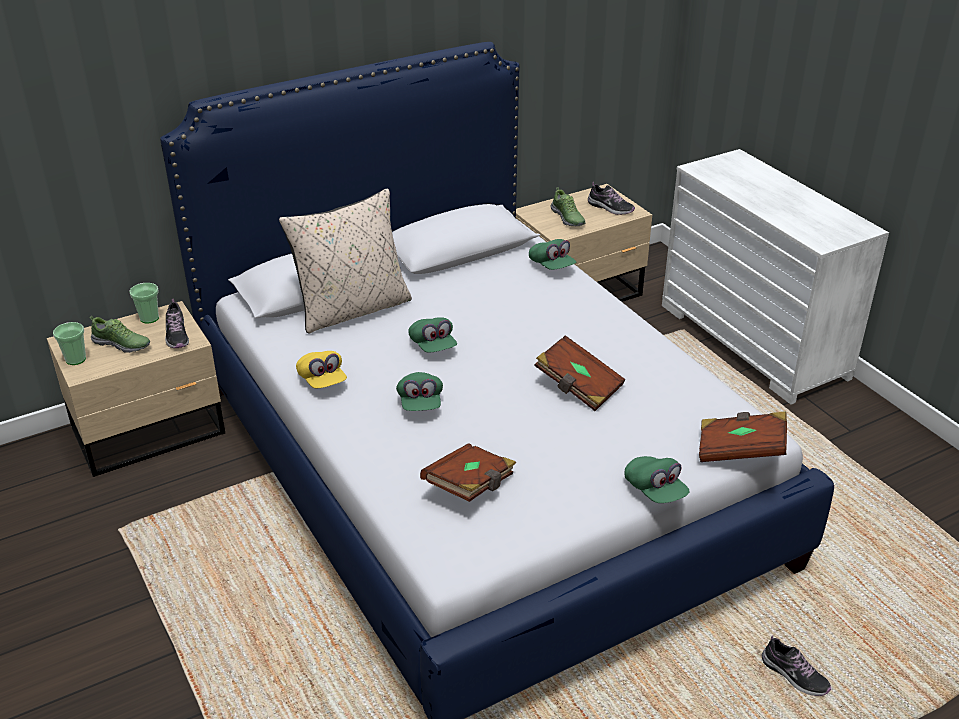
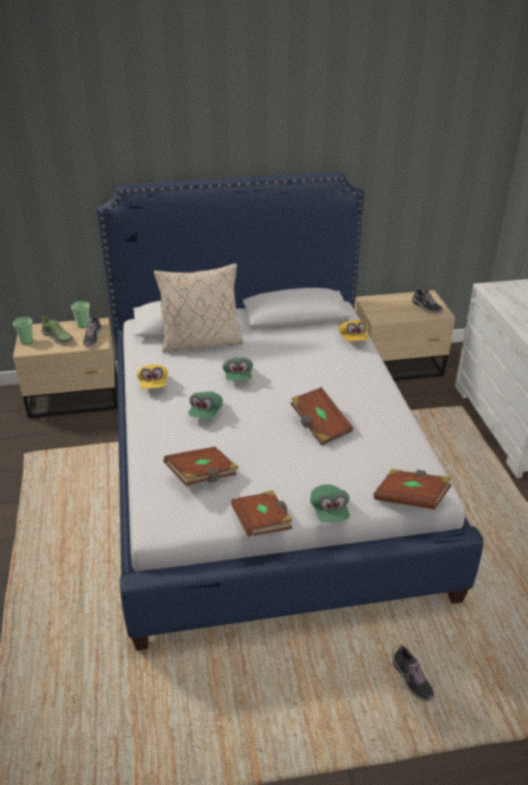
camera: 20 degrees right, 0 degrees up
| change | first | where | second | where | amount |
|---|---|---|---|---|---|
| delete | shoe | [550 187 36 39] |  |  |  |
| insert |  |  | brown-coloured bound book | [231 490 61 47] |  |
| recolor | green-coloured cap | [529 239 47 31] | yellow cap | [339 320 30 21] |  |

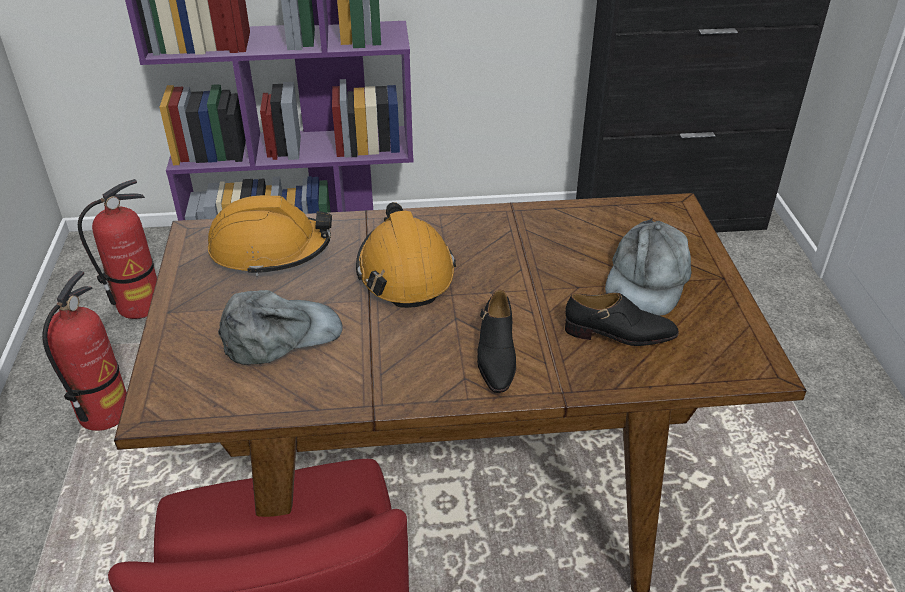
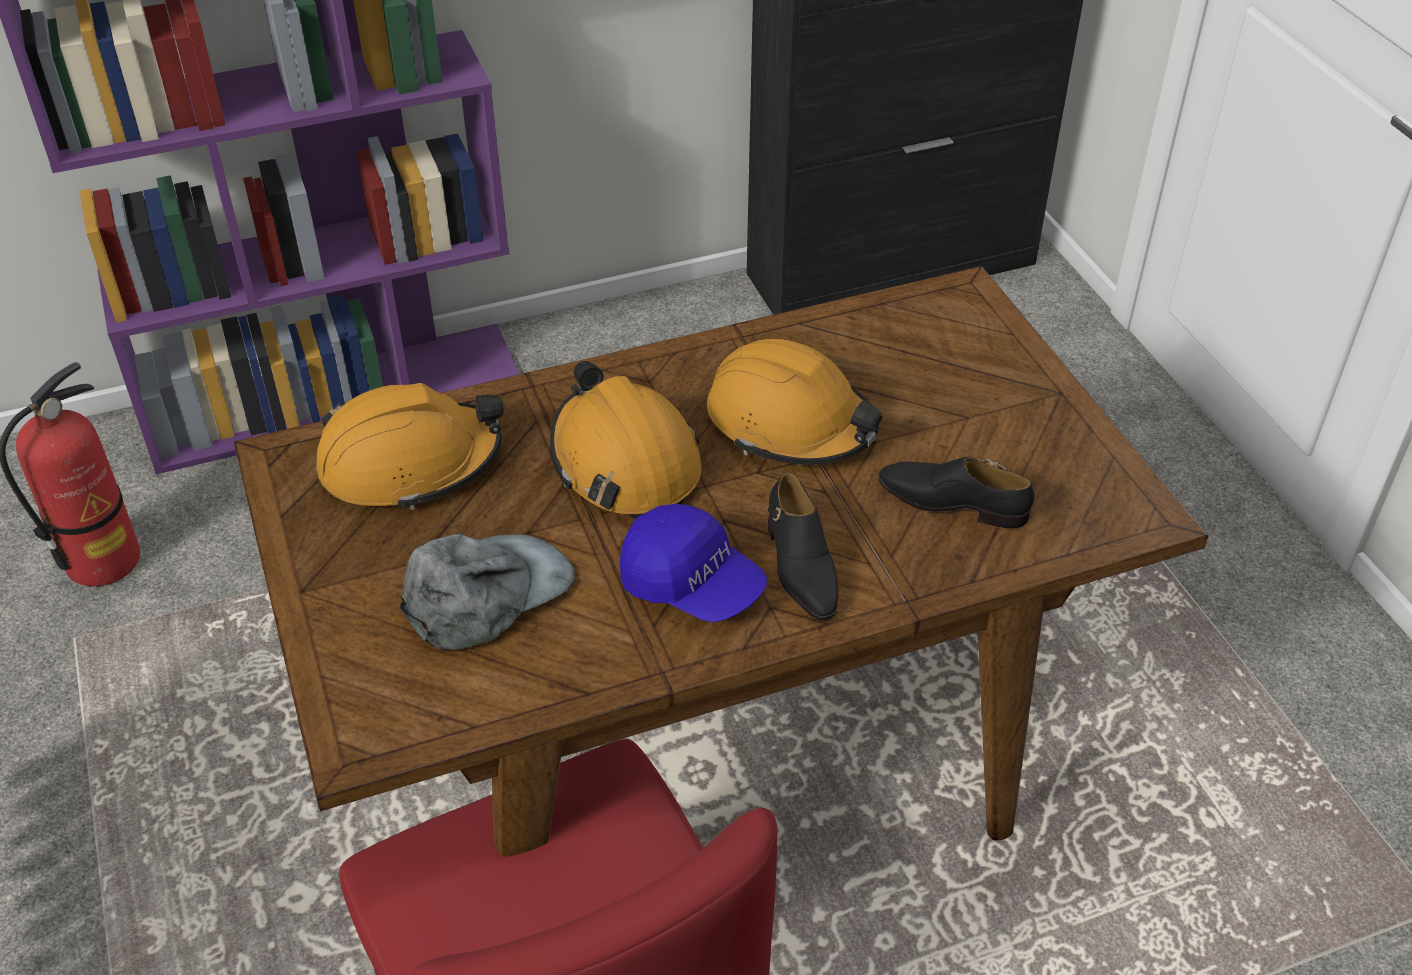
camera: 15 degrees left, 5 degrees up
| change | first | where | second | where | amount |
|---|---|---|---|---|---|
| delete | fire-fighting cylinder | [42 271 85 160] |  |  |  |
| delete | greyish cap | [605 218 86 98] |  |  |  |
| insert |  |  | blue cap | [620 503 147 120] |  |
| insert |  |  | orange-coloured safety helmet | [707 339 175 126] |  |
| rotate | black shoe | [565 293 114 53] |  | [878 457 157 71] | 150 degrees counterclockwise |

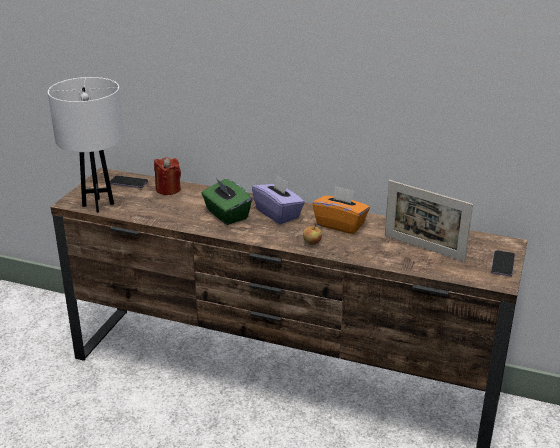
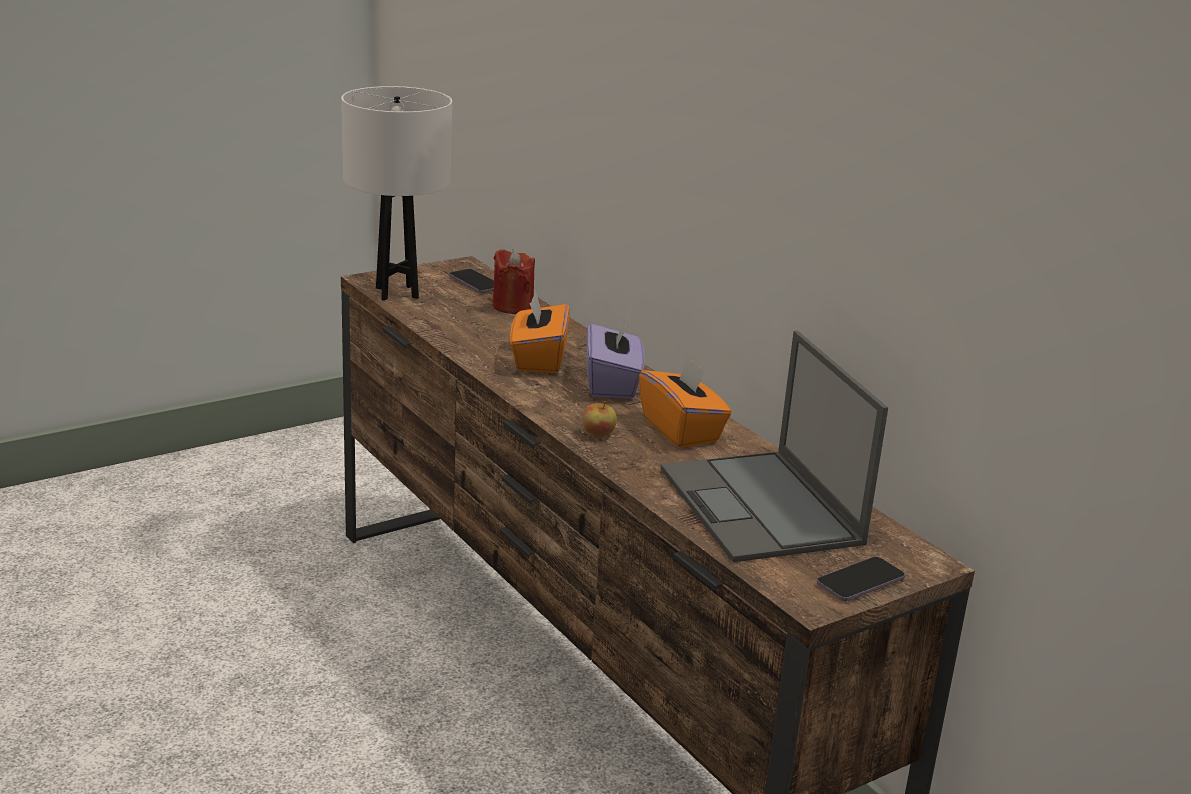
camera: 35 degrees right, 5 degrees down
| change | first | where | second | where | amount |
|---|---|---|---|---|---|
| replace | photo frame | [385 180 88 82] | laptop | [661 331 227 231] |  |
| recolor | green-coloured tissue holder | [201 178 51 47] | orange-coloured tissue holder | [510 290 60 83] |  |

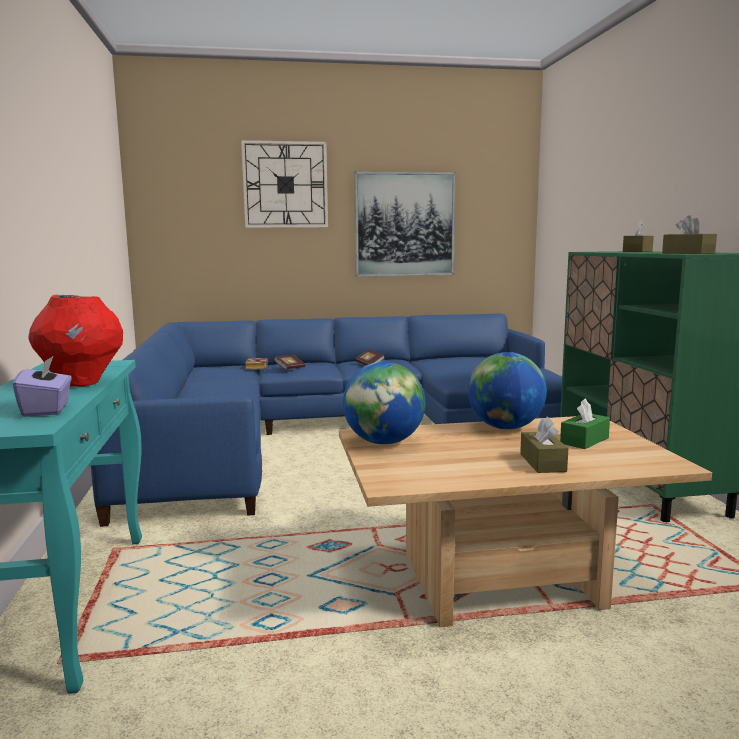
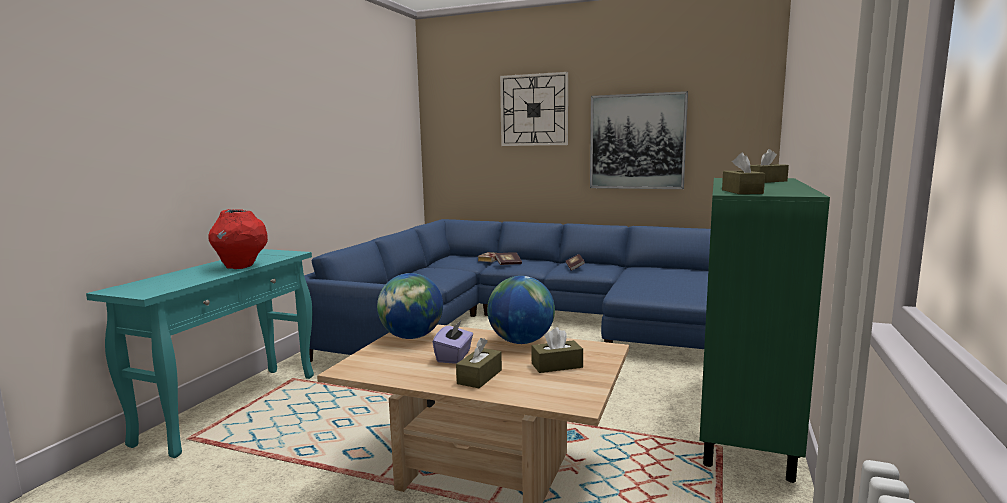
camera: 30 degrees right, 0 degrees up
| change | first | where | second | where | amount |
|---|---|---|---|---|---|
| move | purplish tissue holder | [13 356 59 61] |  | [432 321 41 43] |  |
| recolor | green-coloured tissue holder | [560 398 50 51] | brown-coloured tissue holder | [531 327 52 46] |  |

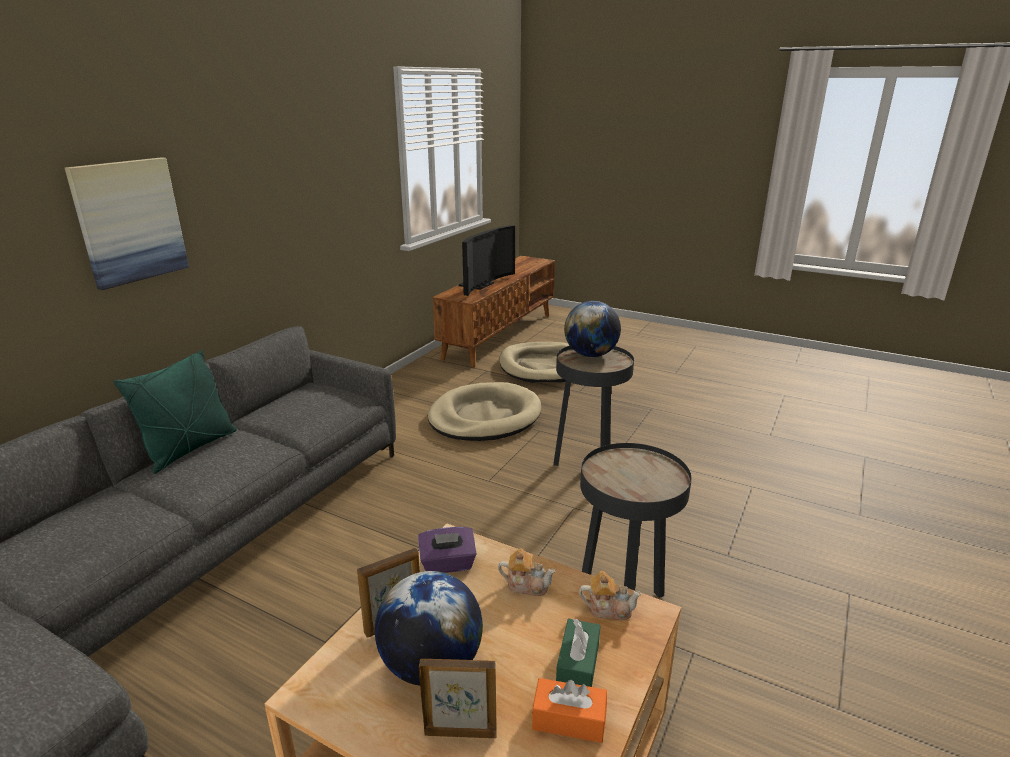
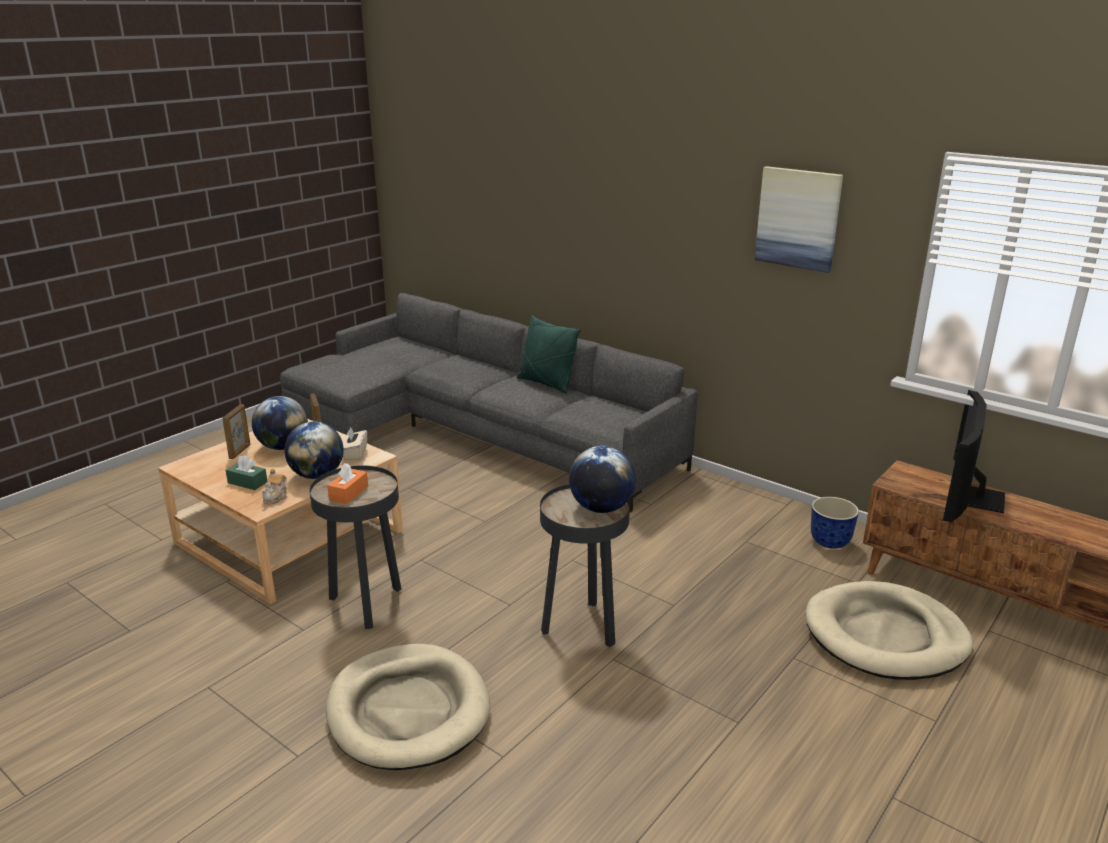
camera: 100 degrees right, 0 degrees up
| change | first | where | second | where | amount |
|---|---|---|---|---|---|
| insert |  |  | planter | [811 497 48 52] |  |
| move | wall picture | [65 157 124 133] |  | [755 166 88 107] |  |
| move | beige pet bed | [428 382 113 59] |  | [326 644 164 126] |  |
| move | orange-coloured tissue holder | [532 678 75 65] |  | [327 463 41 41] |  |
| replace | teapot | [498 548 58 48] | world globe | [284 422 60 57] |  |
| recolor | purplish tissue holder | [418 527 59 46] | beige tissue holder | [342 427 25 33] |  |
| rotate | TV set | [459 225 56 71] |  | [943 390 62 132] | 75 degrees clockwise |

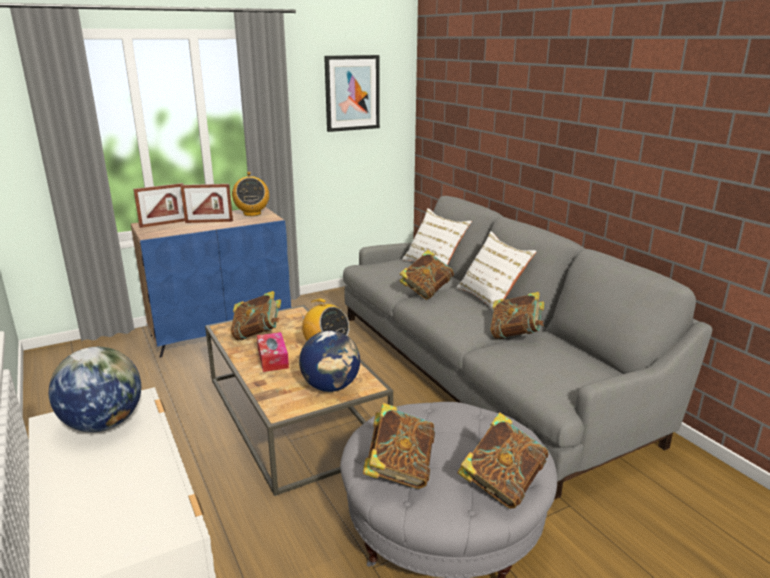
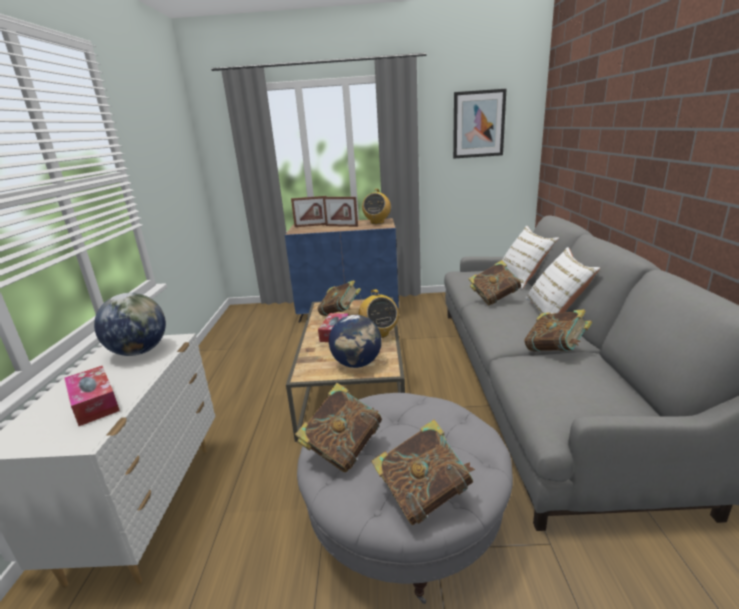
camera: 30 degrees right, 0 degrees up
| change | first | where | second | where | amount |
|---|---|---|---|---|---|
| insert |  |  | tissue holder | [64 366 56 60] |  |

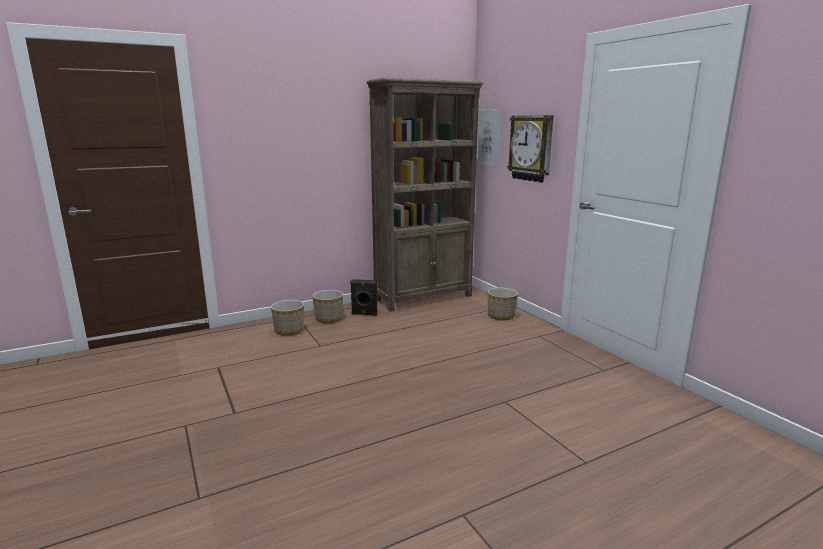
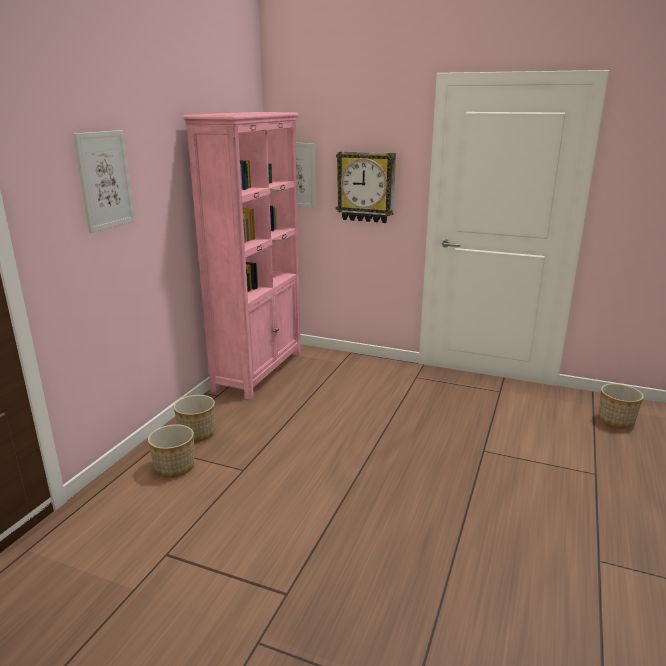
camera: 40 degrees left, 5 degrees up
| change | first | where | second | where | amount |
|---|---|---|---|---|---|
| delete | black loudspeaker | [350 279 27 37] |  |  |  |
| insert |  |  | wall picture | [73 130 62 103] |  |
| move | planter | [487 287 31 33] |  | [598 384 46 45] |  |
| recolor | brown-coloured bookcase | [366 78 118 234] | pinkish bookcase | [183 112 118 288] |  |

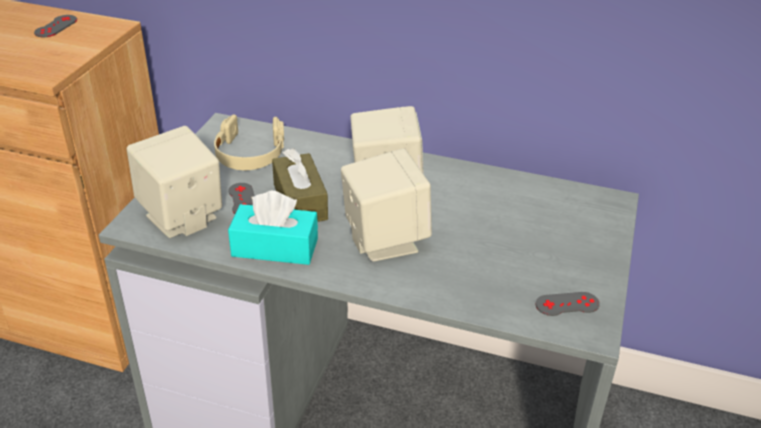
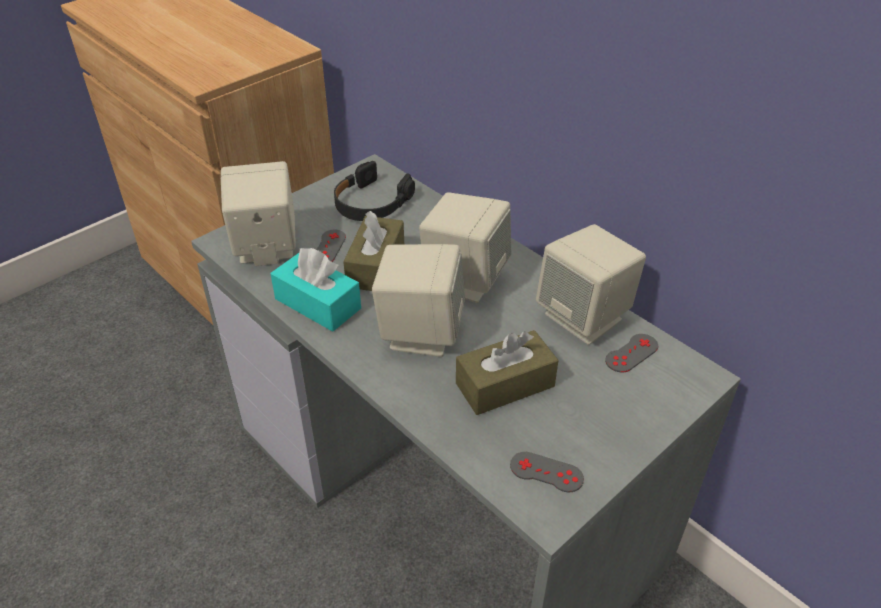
camera: 30 degrees right, 5 degrees up
| change | first | where | second | where | amount |
|---|---|---|---|---|---|
| insert |  |  | brown-coloured tissue holder | [456 330 102 85] |  |
| insert |  |  | beige loudspeaker | [536 224 110 121] |  |
| move | greyish gamepad | [34 15 43 22] |  | [605 334 53 38] |  |
| recolor | beige pair of headphones | [214 115 70 55] | black pair of headphones | [334 161 81 60] |  |

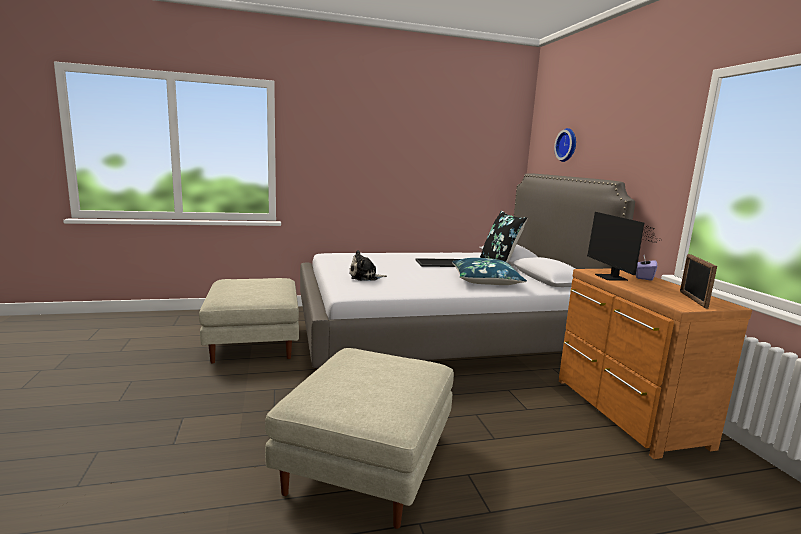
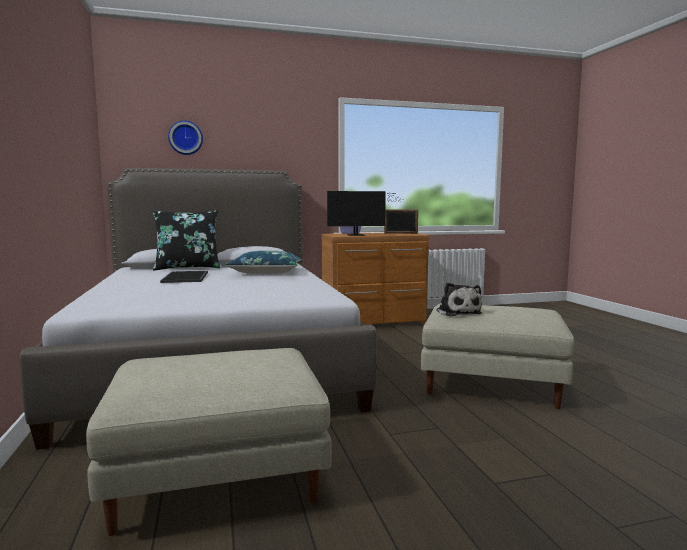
camera: 90 degrees left, 5 degrees down
| change | first | where | second | where | amount |
|---|---|---|---|---|---|
| move | plush toy | [349 250 38 31] |  | [436 282 46 35] |  |

